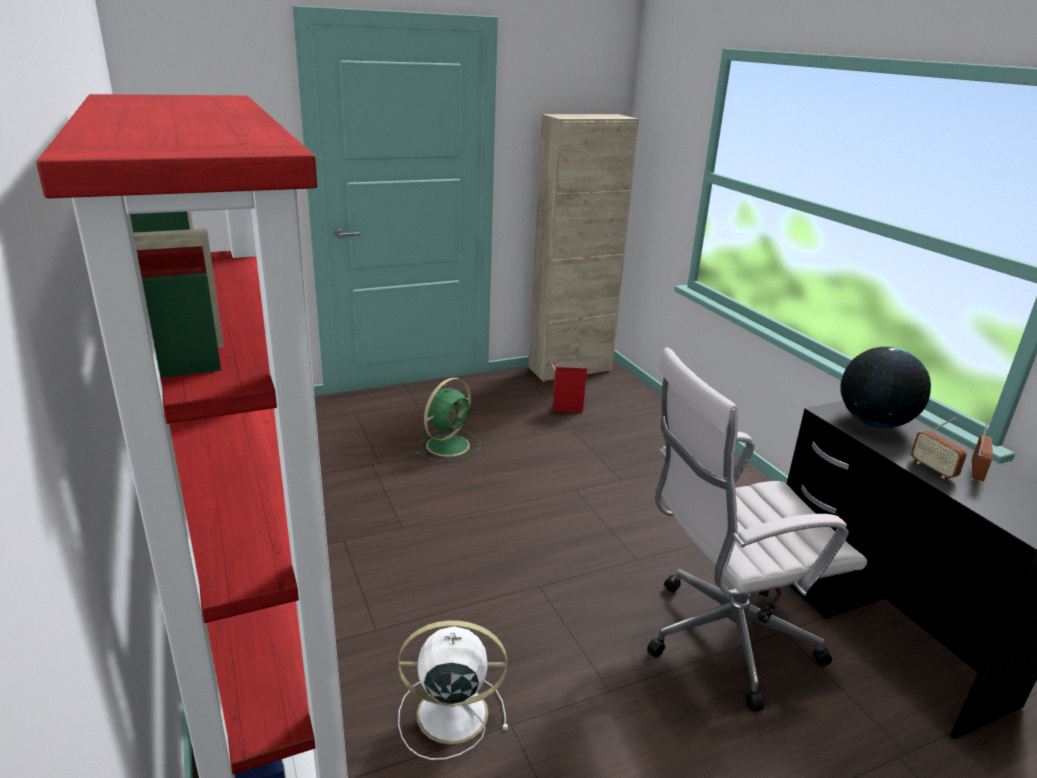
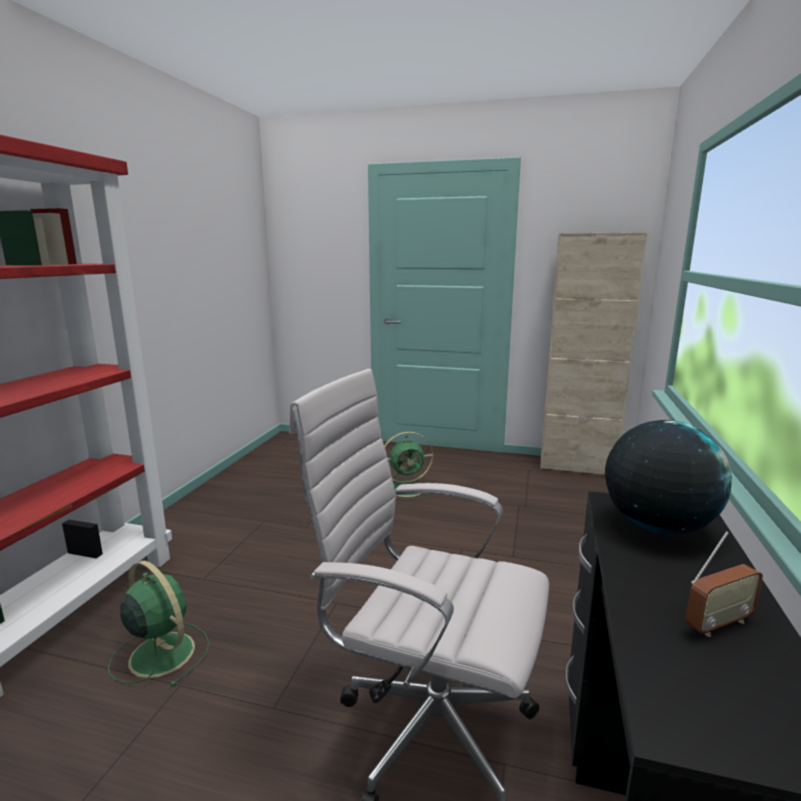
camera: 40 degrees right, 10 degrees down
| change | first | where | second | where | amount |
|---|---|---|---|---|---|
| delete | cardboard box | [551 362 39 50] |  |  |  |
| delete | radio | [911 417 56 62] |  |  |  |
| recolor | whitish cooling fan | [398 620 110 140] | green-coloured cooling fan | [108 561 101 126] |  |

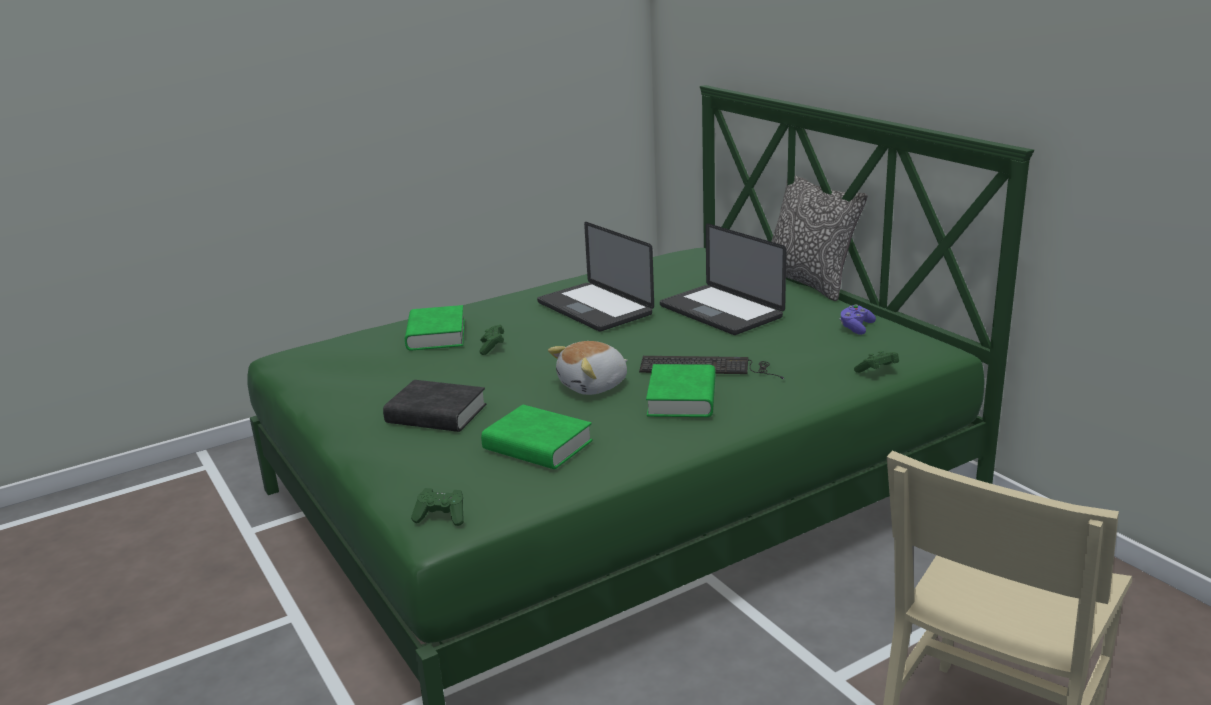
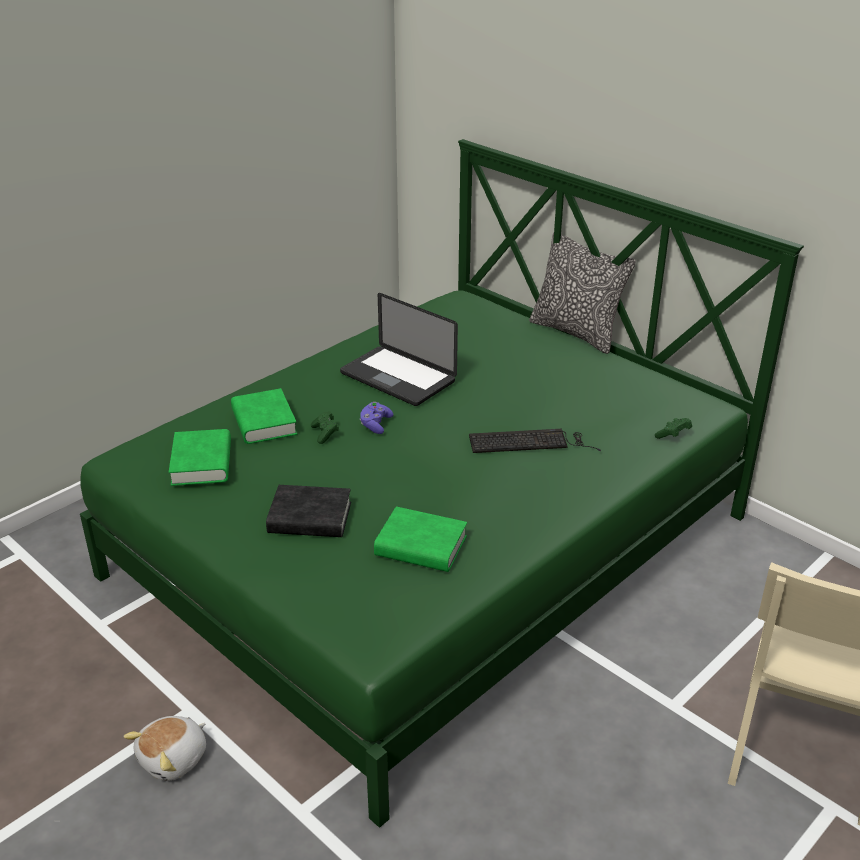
camera: 15 degrees left, 10 degrees up
| change | first | where | second | where | amount |
|---|---|---|---|---|---|
| delete | green-coloured gamepad | [411 488 53 38] |  |  |  |
| delete | laptop | [660 223 126 112] |  |  |  |
| move | plush toy | [548 341 80 54] |  | [124 716 82 65] |  |
| move | green-coloured bound book | [646 364 70 53] |  | [169 429 62 57] |  |
| move | purplish gamepad | [839 305 37 30] |  | [360 402 33 32] |  |

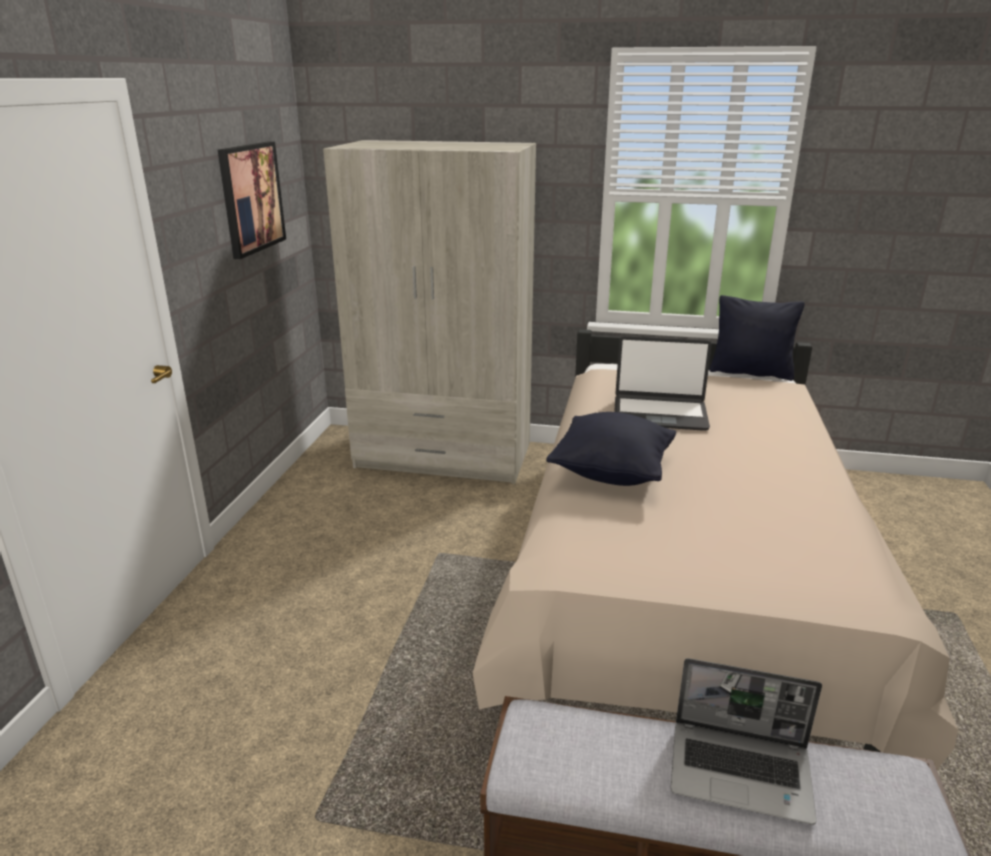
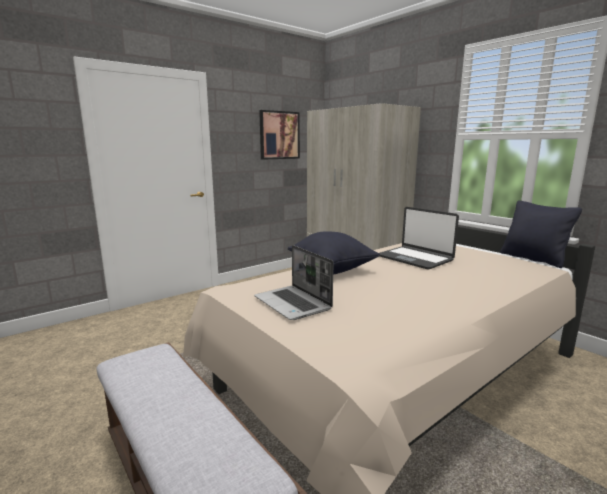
camera: 40 degrees right, 10 degrees down
| change | first | where | second | where | amount |
|---|---|---|---|---|---|
| move | laptop | [671 658 151 167] |  | [254 245 79 75] |  |

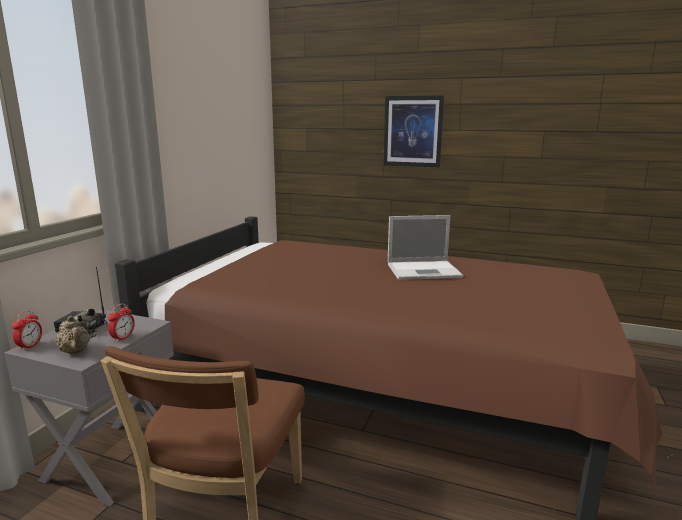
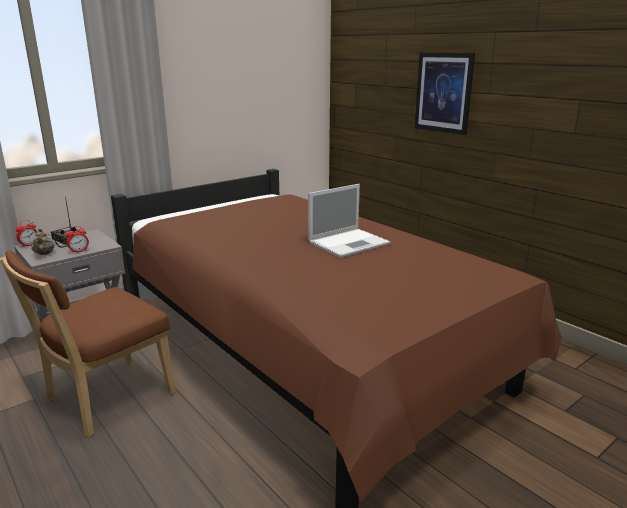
camera: 30 degrees right, 5 degrees up
| change | first | where | second | where | amount |
|---|---|---|---|---|---|
| rotate | laptop | [388 215 75 65] |  | [308 184 82 74] | 60 degrees counterclockwise |

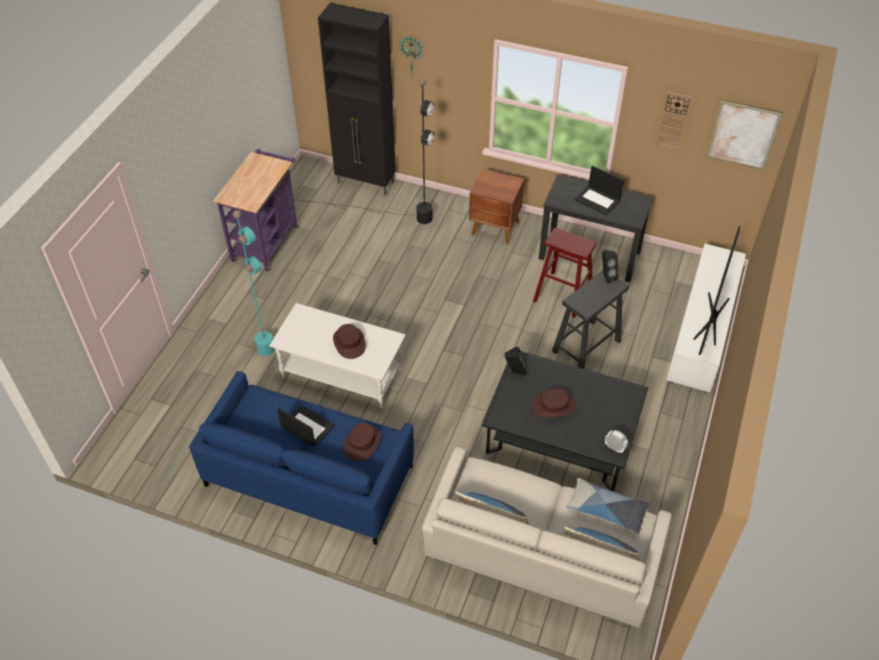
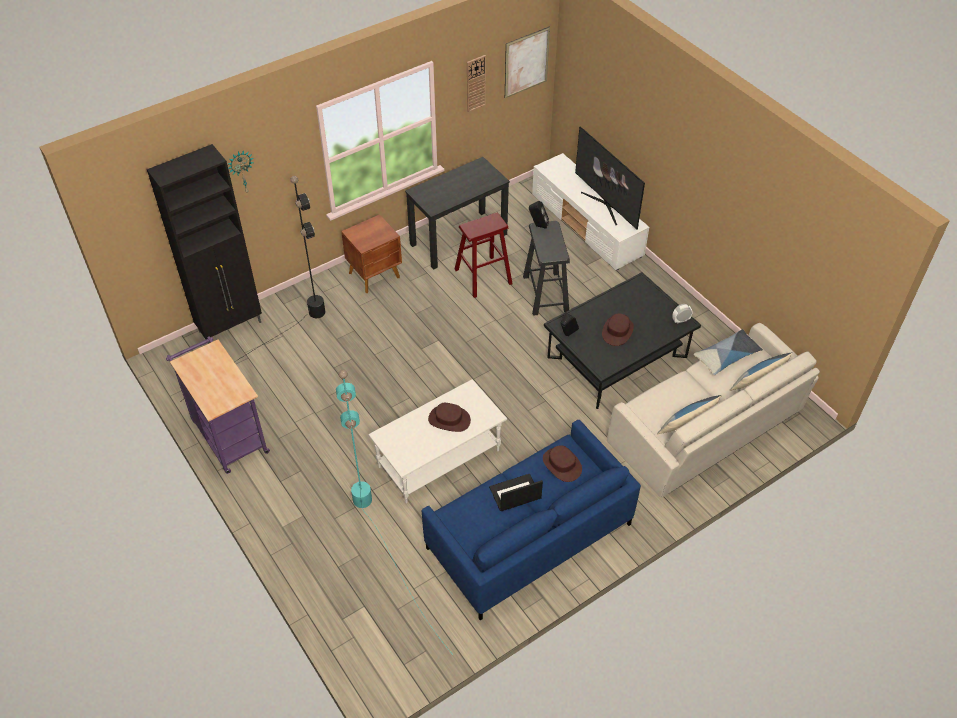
camera: 55 degrees left, 0 degrees up
| change | first | where | second | where | amount |
|---|---|---|---|---|---|
| delete | laptop | [575 166 49 49] |  |  |  |

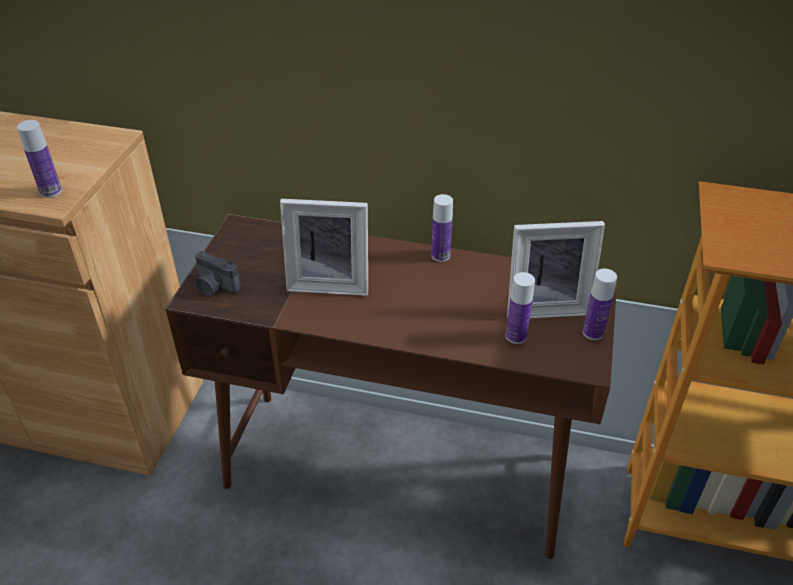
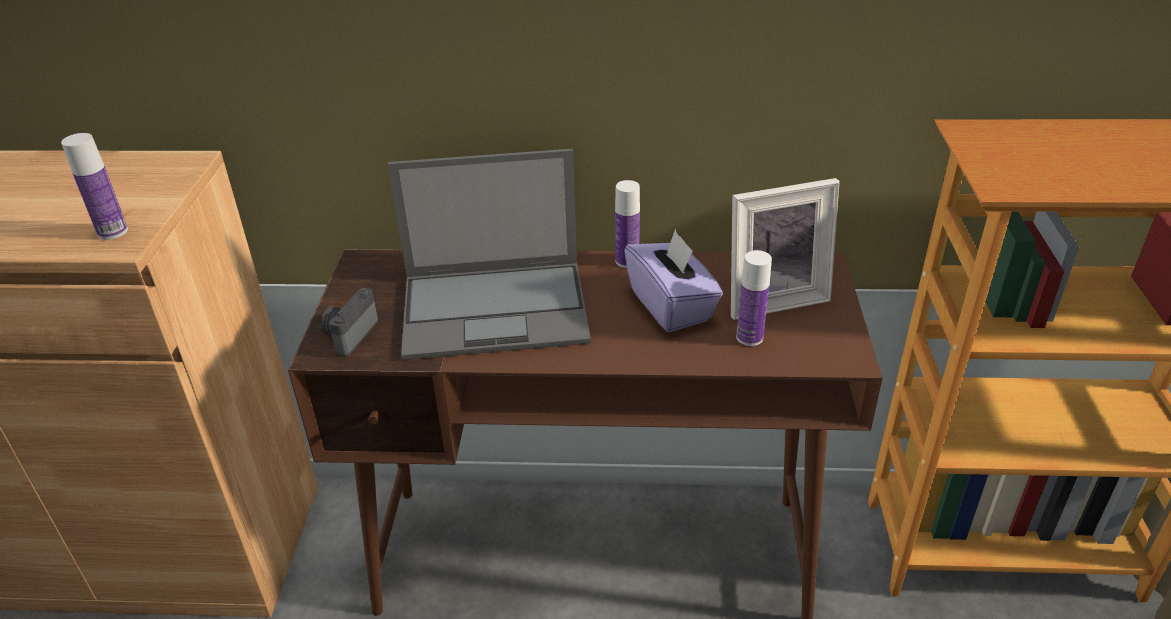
camera: 10 degrees left, 5 degrees down
| change | first | where | second | where | amount |
|---|---|---|---|---|---|
| delete | beverage bottle | [582 269 35 71] |  |  |  |
| insert |  |  | purplish tissue holder | [624 229 99 103] |  |
| replace | photo frame | [280 199 88 97] | laptop | [388 149 203 211] |  |
| rotate | photo camera | [195 251 46 46] |  | [321 288 57 69] | 90 degrees clockwise |

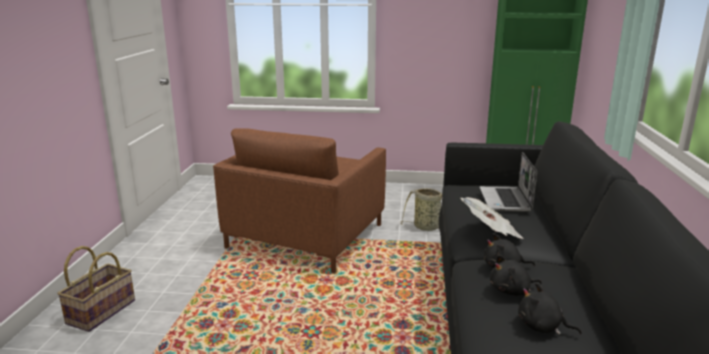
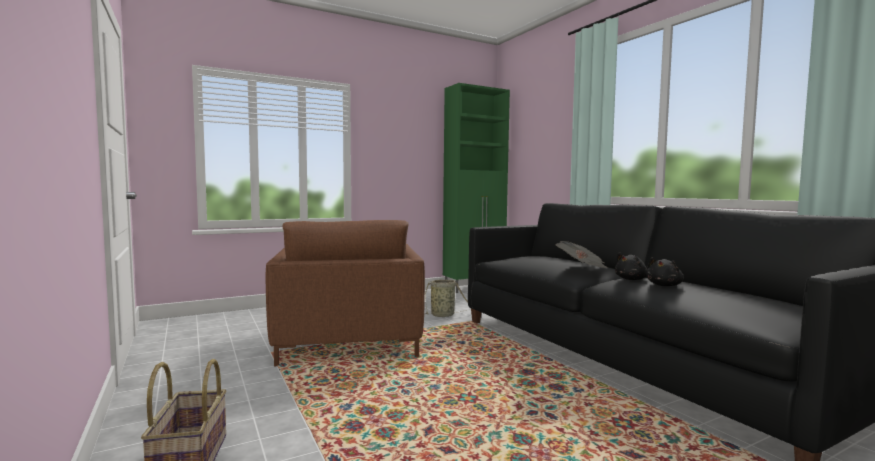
camera: 35 degrees left, 15 degrees down
| change | first | where | second | where | amount |
|---|---|---|---|---|---|
| delete | laptop | [480 152 57 60] |  |  |  |
| delete | black plush toy | [518 283 64 52] |  |  |  |

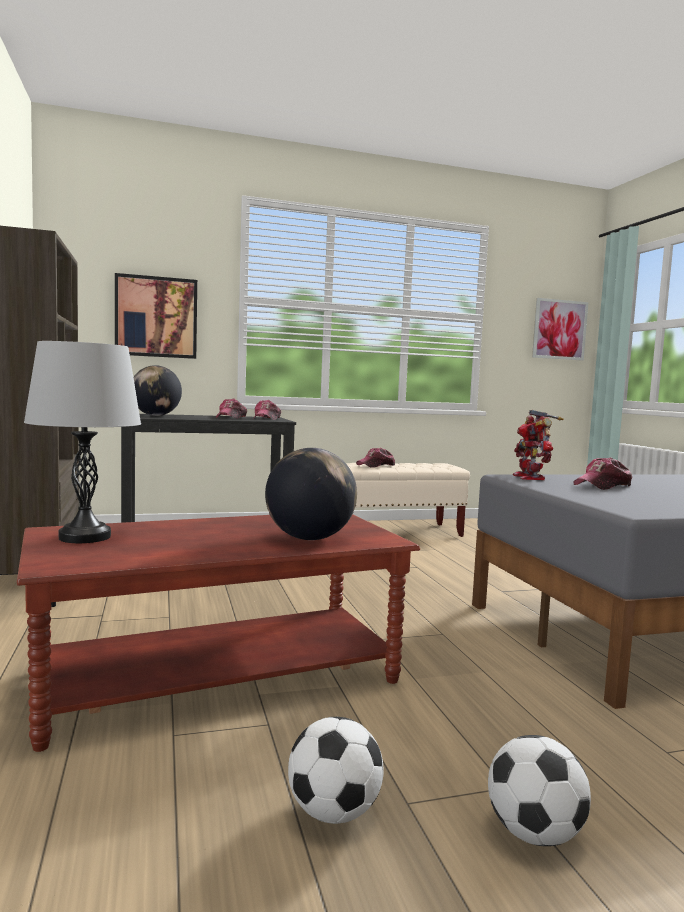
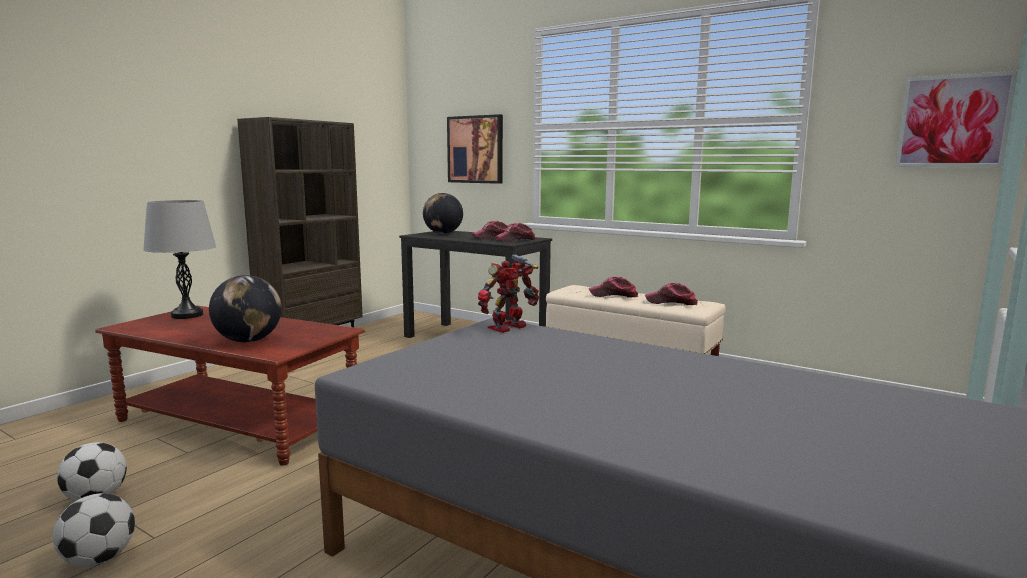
camera: 50 degrees right, 5 degrees up
| change | first | where | second | where | amount |
|---|---|---|---|---|---|
| move | cap | [573 457 59 33] |  | [645 283 53 22] |  |

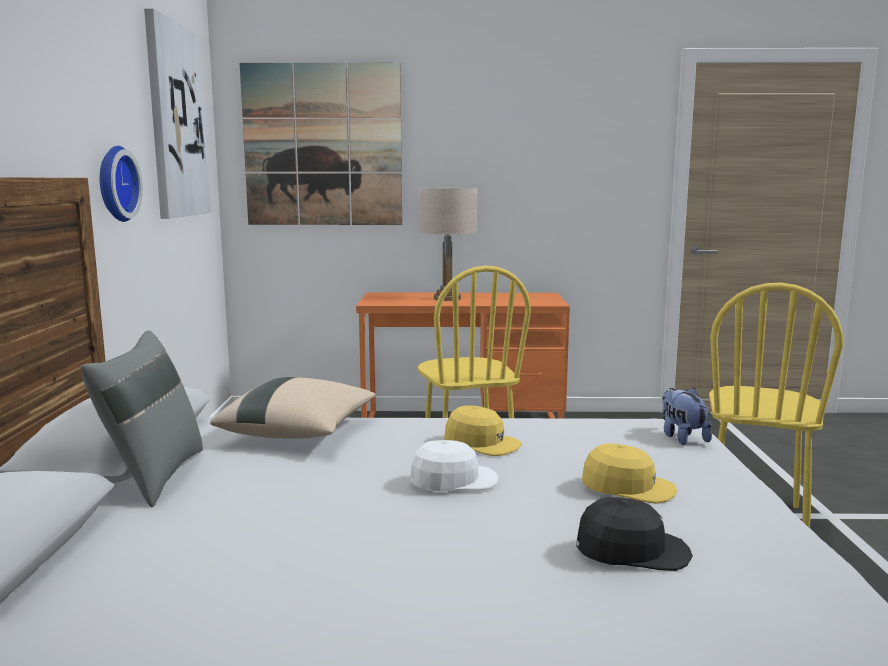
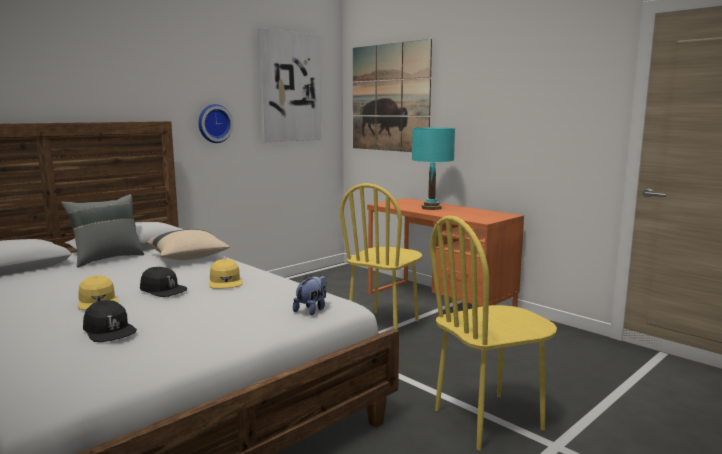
camera: 45 degrees right, 0 degrees up
| change | first | where | second | where | amount |
|---|---|---|---|---|---|
| move | yellow cap | [582 443 95 61] |  | [78 275 41 35] |  |
| recolor | whitish cap | [410 440 89 52] | black cap | [140 267 47 30] |  |
| recolor | beige tabletop lamp | [418 188 59 113] | blue-green tabletop lamp | [412 128 43 82] |  |

